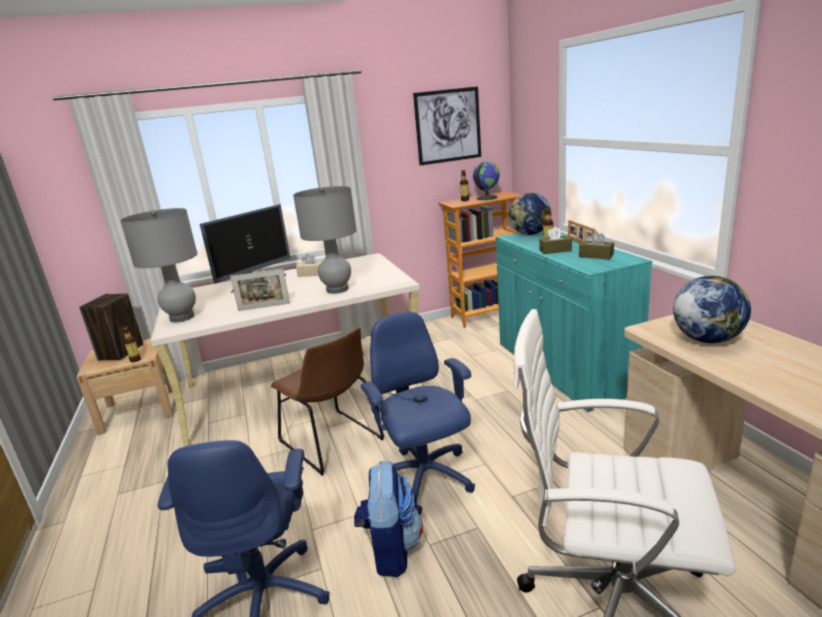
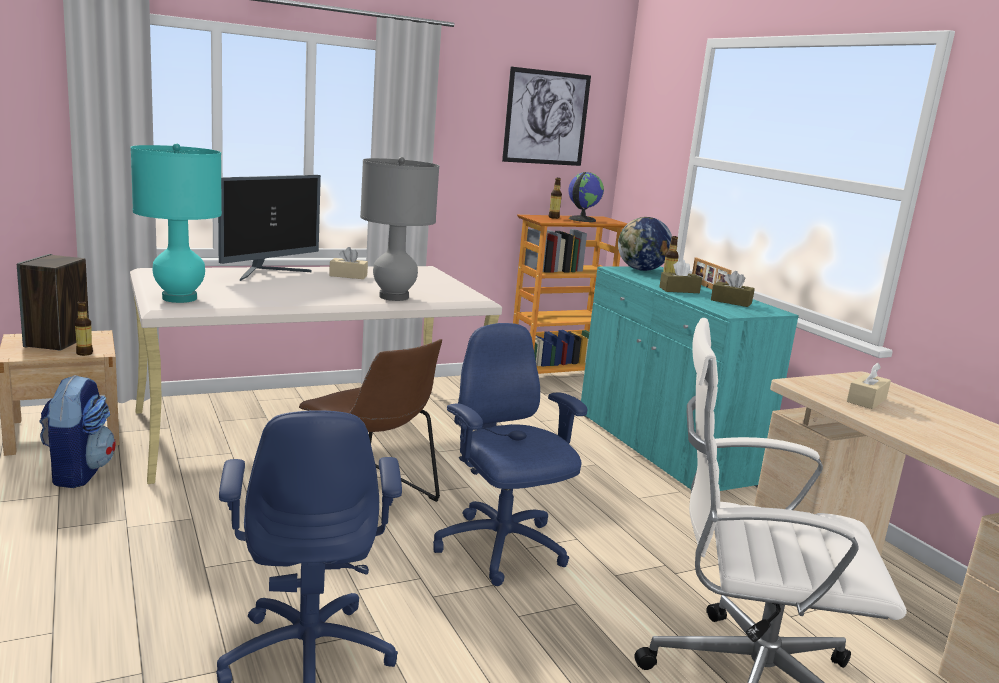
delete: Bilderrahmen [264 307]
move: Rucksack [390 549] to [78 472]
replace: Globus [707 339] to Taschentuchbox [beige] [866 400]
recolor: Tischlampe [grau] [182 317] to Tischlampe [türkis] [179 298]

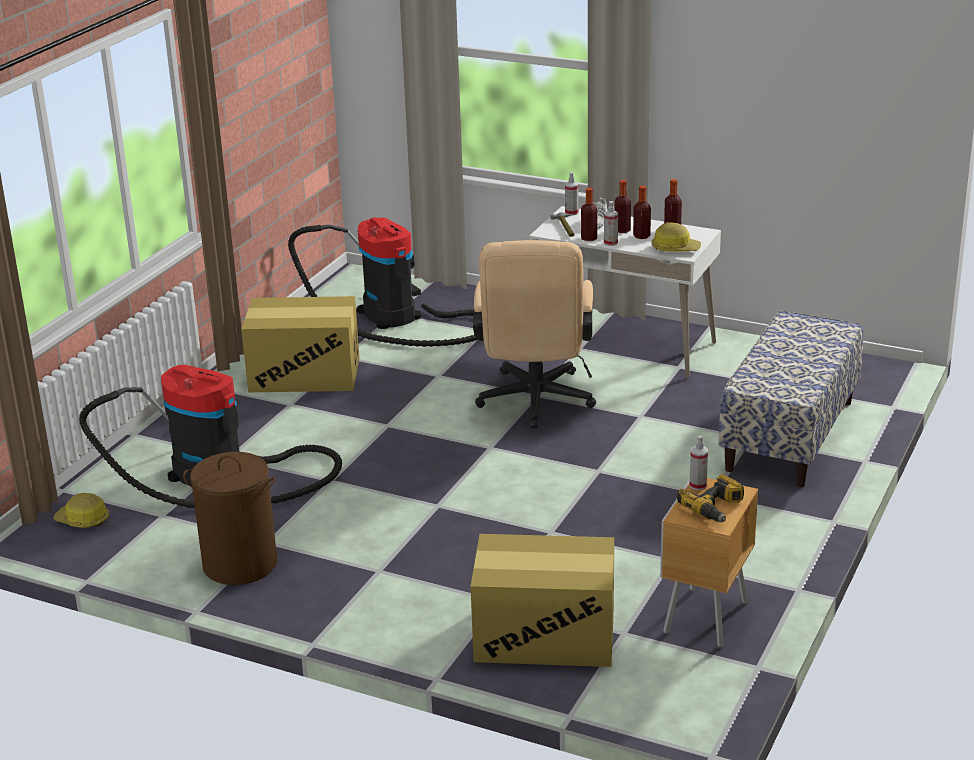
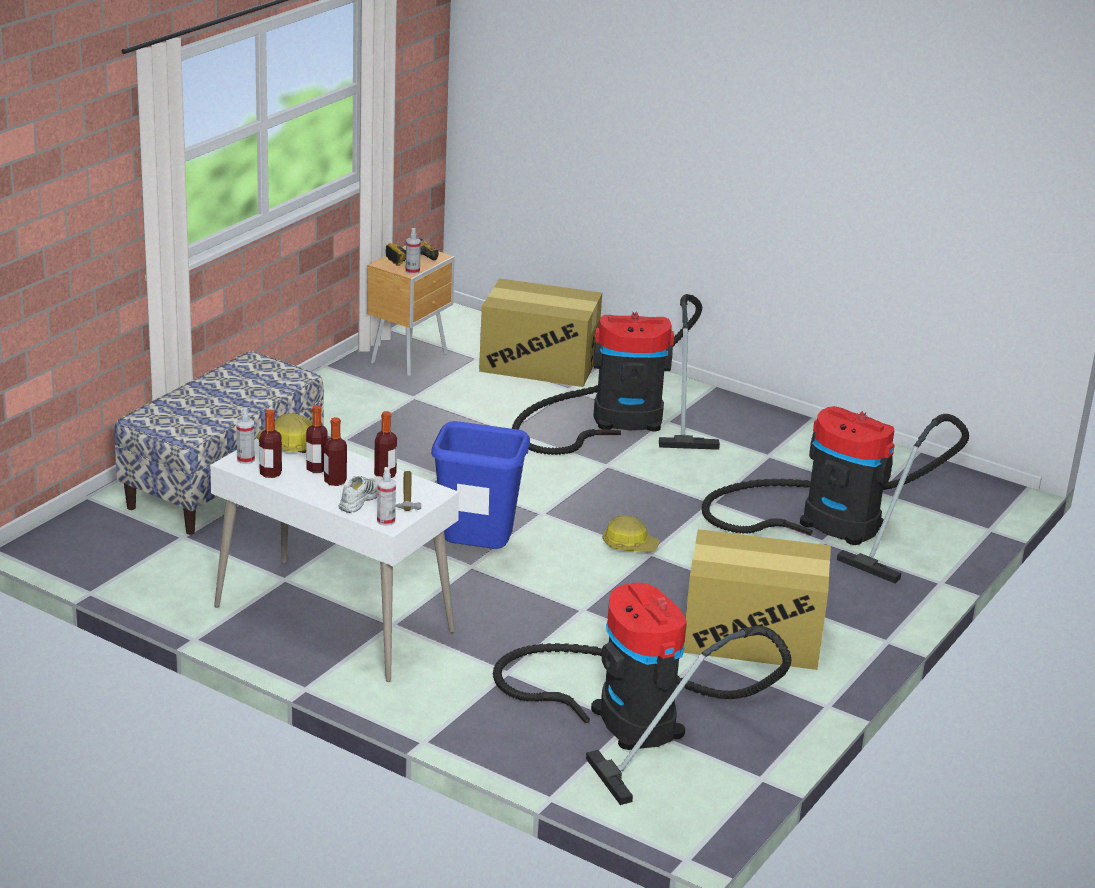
delete: Wäschekorb [braun] [239 564]
insert: Staubsauger [619 420]
move: Sprühflasche [610 243] to [246 459]; Schutzhelm [83 520] to [629 545]
replace: Bürostuhl [beige] [535 404] to Mülleimer [blau] [477 555]

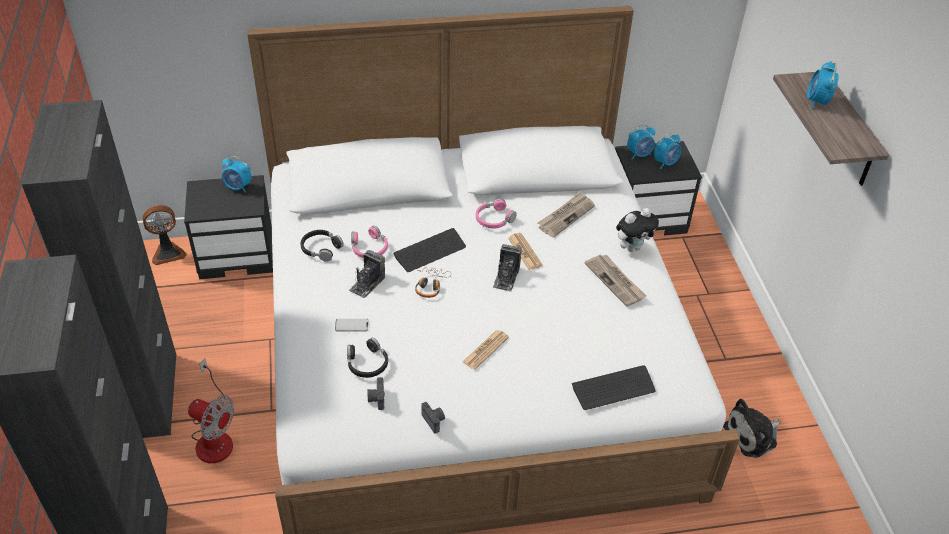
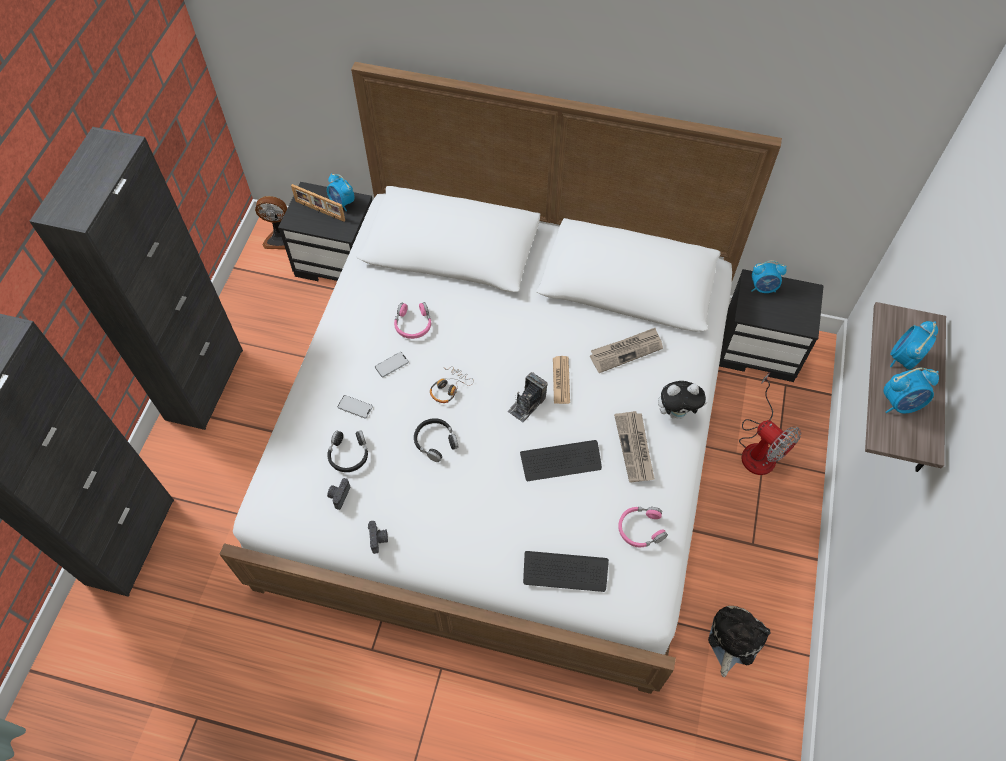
delete: Zeitung [485 350]
insert: Bilderrahmen [319 211]
move: Kopfhörer [schwarz] [321 249] to [435 441]; Tastatur [430 251] to [561 461]; Kopfhörer [rosa] [494 219] to [640 529]; Ventilator [214 436] to [759 447]; Wecker [665 163] to [900 403]
replace: Kamera [367 284] to Handy [391 365]
rotate: Plüschtier [753 435] = [733 640] 120 degrees clockwise

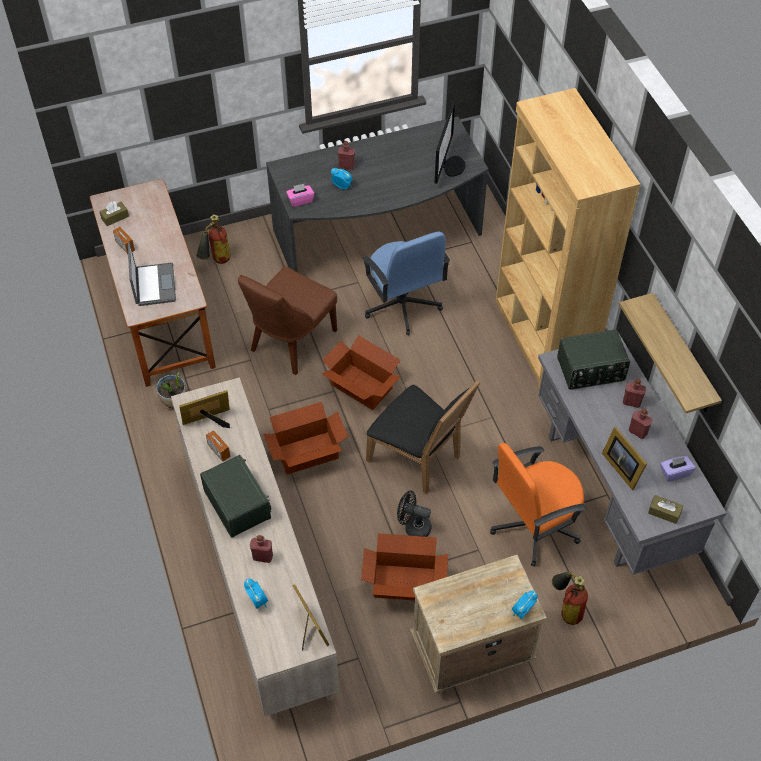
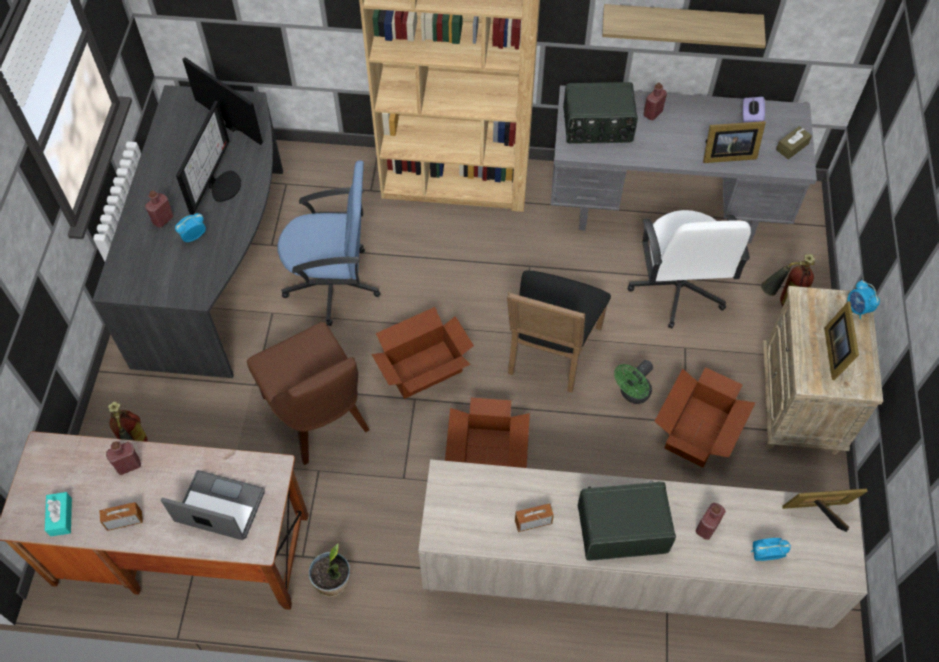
delete: Taschentuchbox [rosa] [300 200]
insert: Monitor [222 185]
move: Flasche [rot] [637 432] to [128 465]; Bilderrahmen [209 421] to [837 352]
recolor: Taschentuchbox [braun] [115 217] to Taschentuchbox [türkis] [61 517]; Ventilator [schwarz] [413 527] to Ventilator [grün] [632 394]; Bürostuhl [orange] [533 526] to Bürostuhl [weiß] [677 289]
rotate: Stuhl [schwarz] [419 459] = [549 353] 135 degrees clockwise; Radio [591 370] = [597 127] 75 degrees clockwise

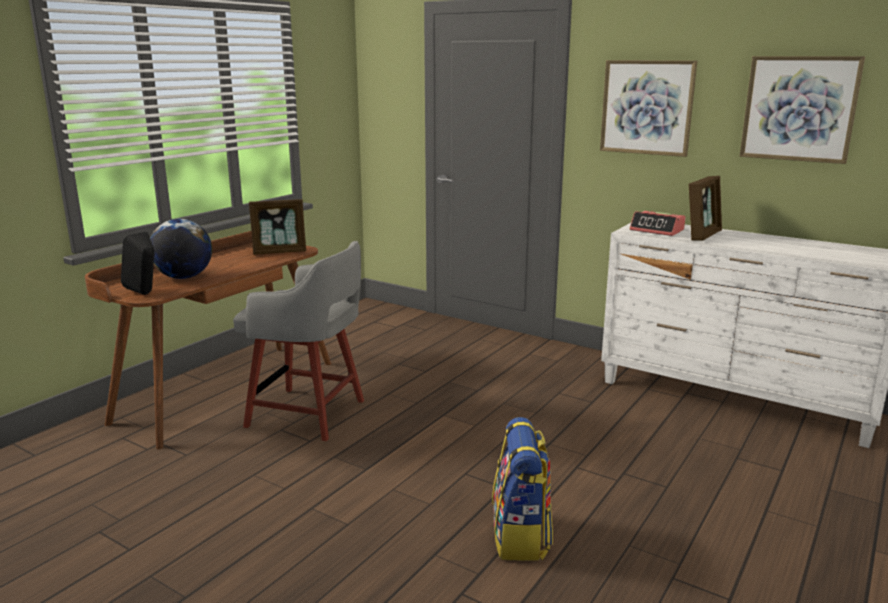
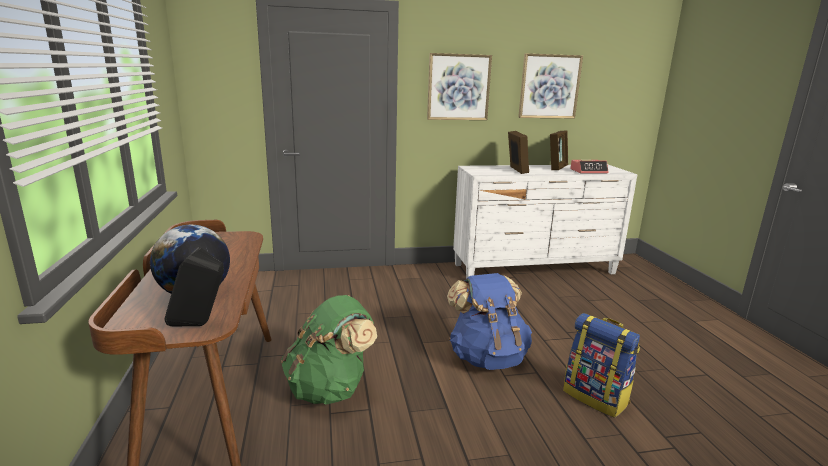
insert: Rucksack [blau] [487 357]
move: Bilderrahmen [280 252] to [557 167]; Wecker [657 230] to [588 171]
replace: Hocker [grau] [309 414] to Rucksack [grün] [330 388]

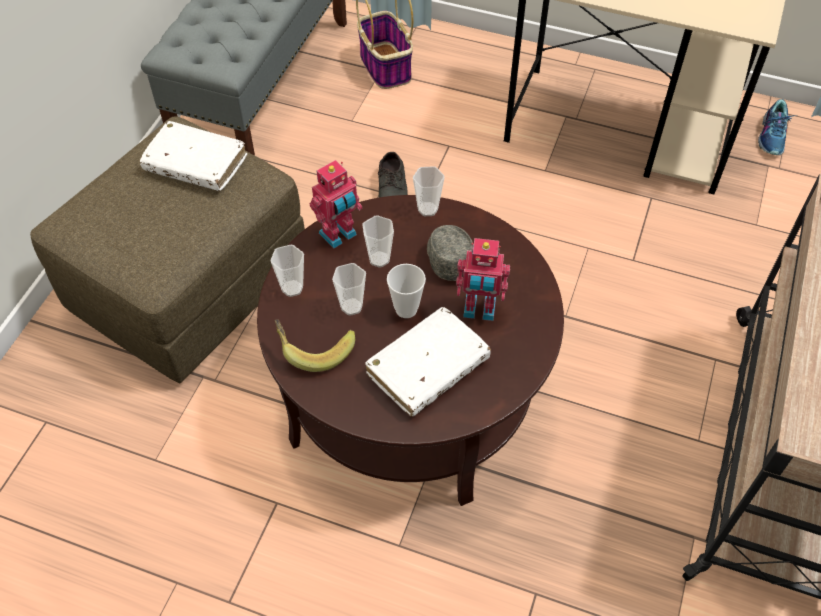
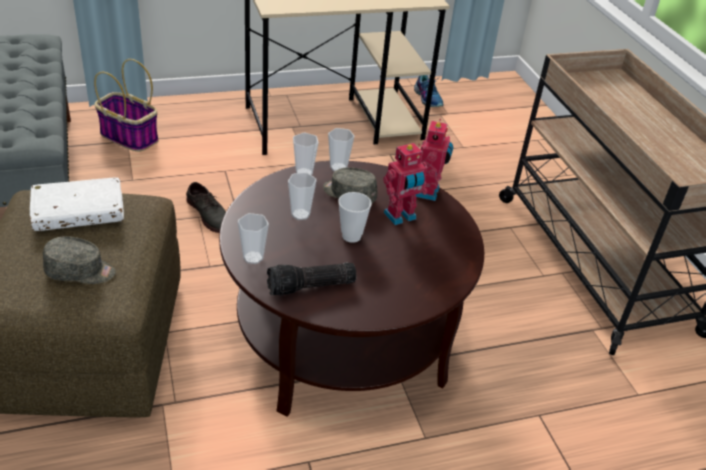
delete: Buch [weiß] [427 368]
insert: Kappe [grau] [80 272]
move: Tasse [351 307] to [338 168]; Spielzeugroboter [339 235] to [429 192]
replace: Banane [314 348] to Taschenlampe [310 288]

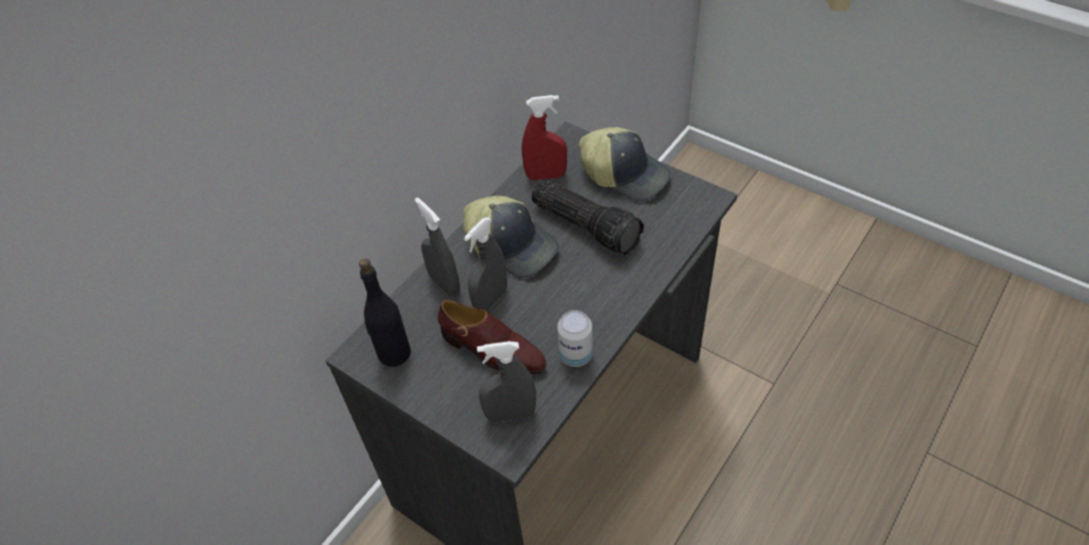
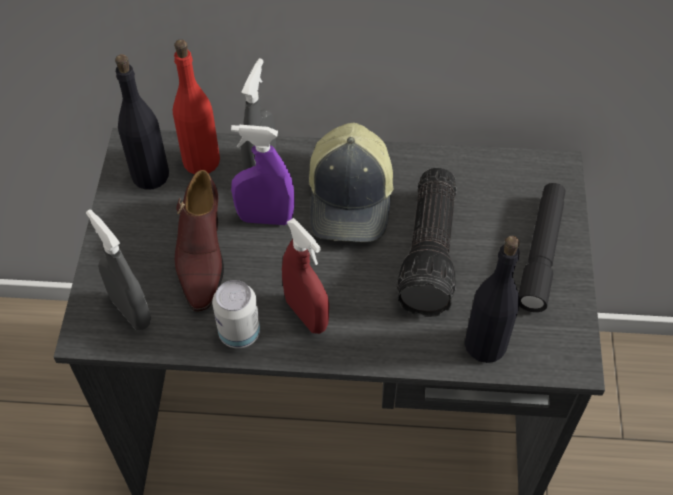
insert: Flasche [rot] [201 160]; Flasche [schwarz] [485 344]
move: Sprühflasche [rot] [546 175] to [306 314]
replace: Kappe [625 174] to Taschenlampe [schwarz] [541 252]
recolor: Sprühflasche [grau] [490 300] to Sprühflasche [lila] [265 218]

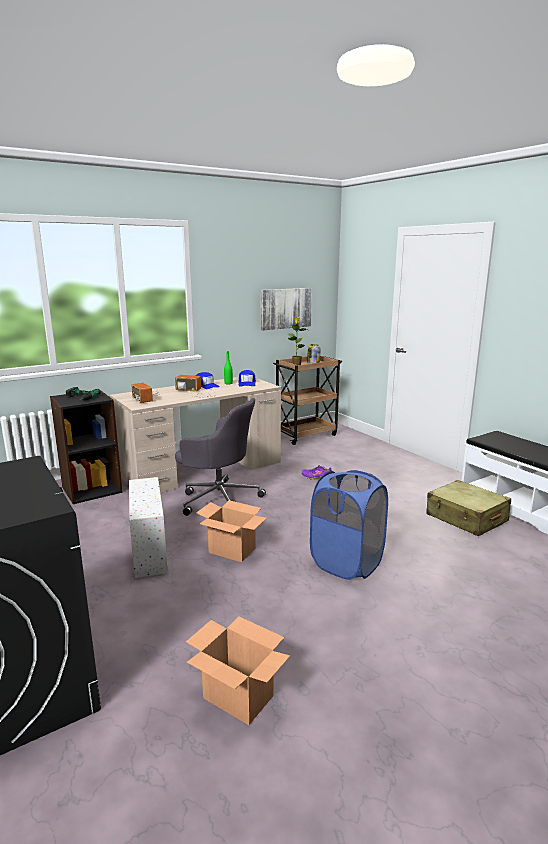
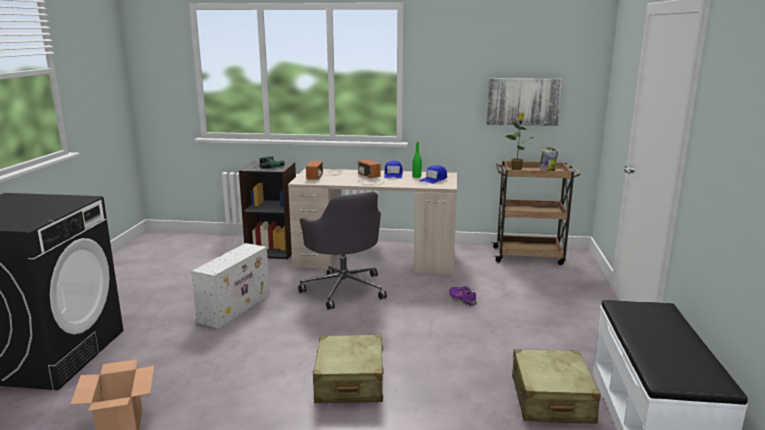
delete: Karton [232 550]
replace: Wäschekorb [blau] [347 563] to Koffer [beige] [349 382]

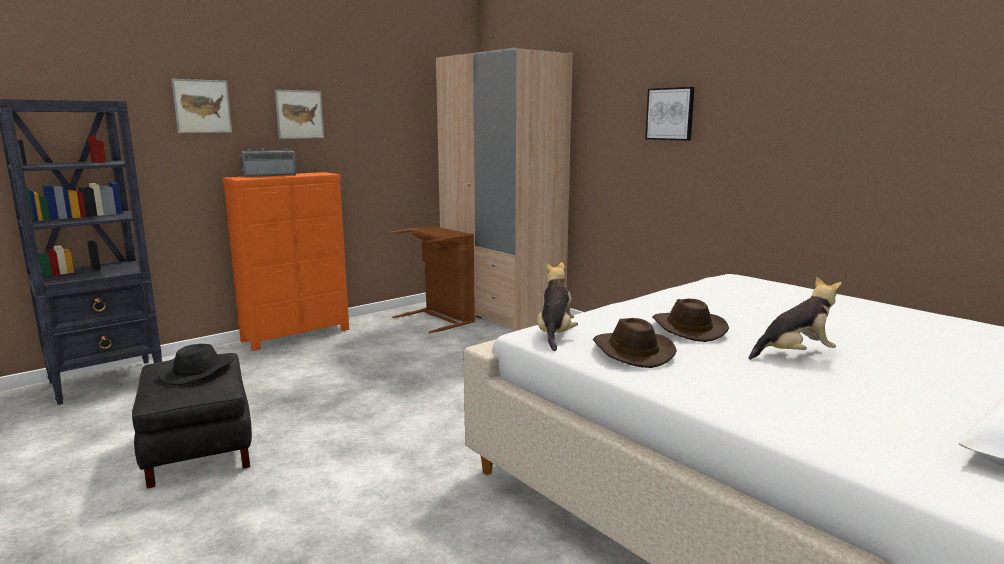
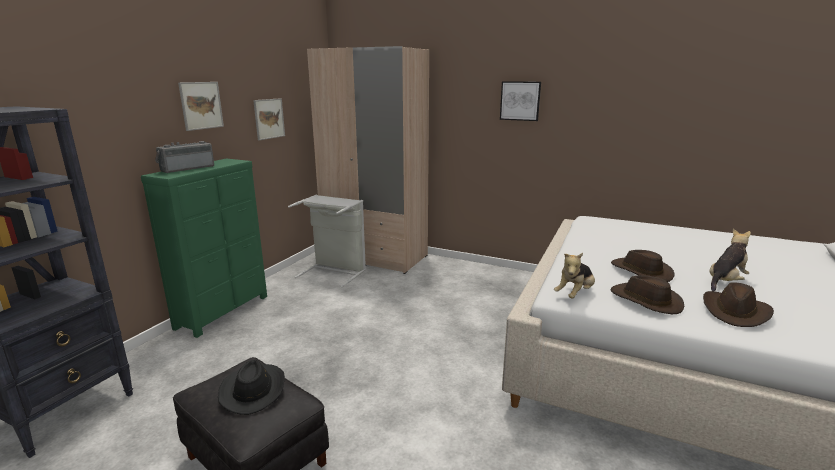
insert: Hut [braun] [735 312]
move: Bild [202 106] to [269 118]
recolor: Kommode [orange] [297 335] to Kommode [grün] [224 312]; Wäschekorb [braun] [440 319] to Wäschekorb [grau] [335 272]
rotate: Plüschtier [555 334] = [575 294] 120 degrees counterclockwise

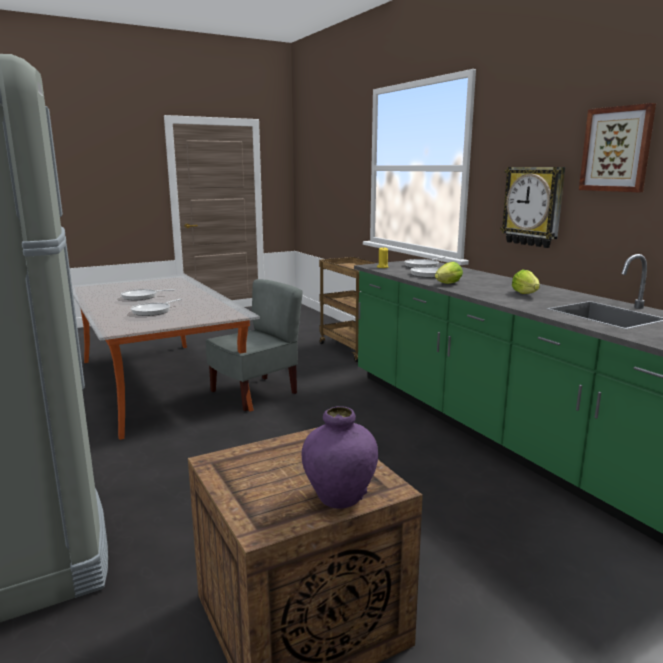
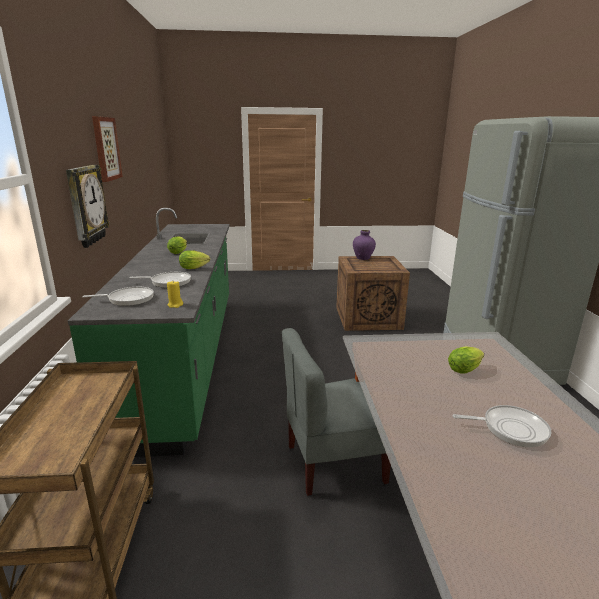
replace: Pfanne [153 311] to Salatkopf [465 369]

